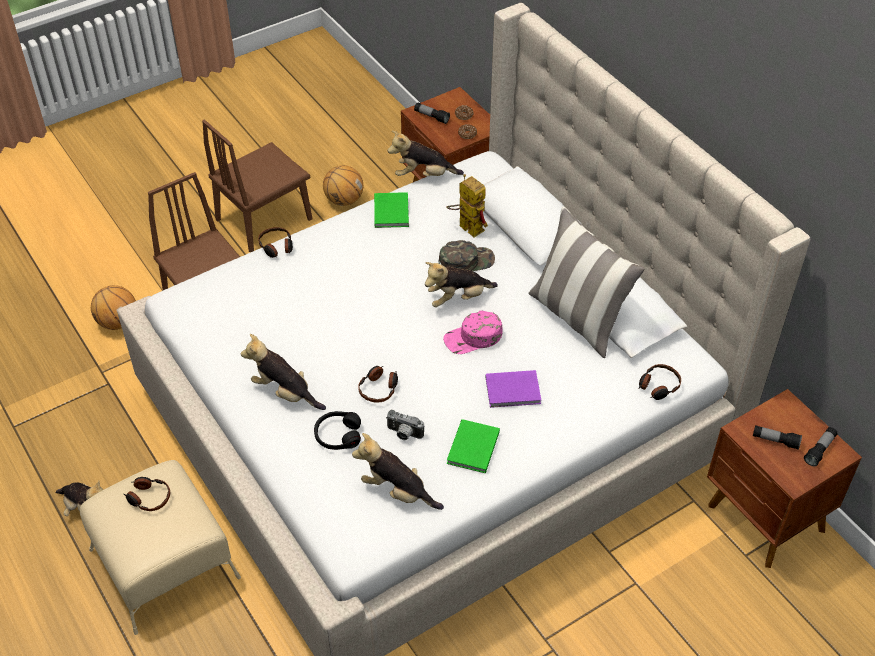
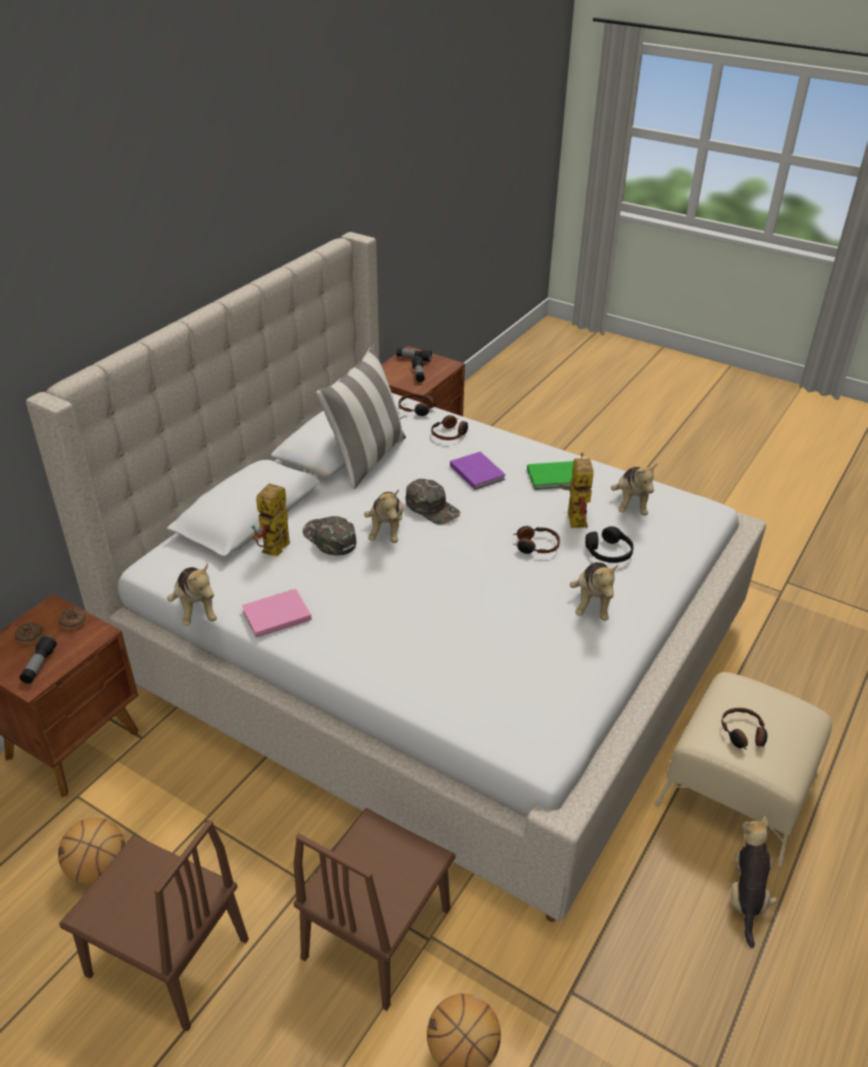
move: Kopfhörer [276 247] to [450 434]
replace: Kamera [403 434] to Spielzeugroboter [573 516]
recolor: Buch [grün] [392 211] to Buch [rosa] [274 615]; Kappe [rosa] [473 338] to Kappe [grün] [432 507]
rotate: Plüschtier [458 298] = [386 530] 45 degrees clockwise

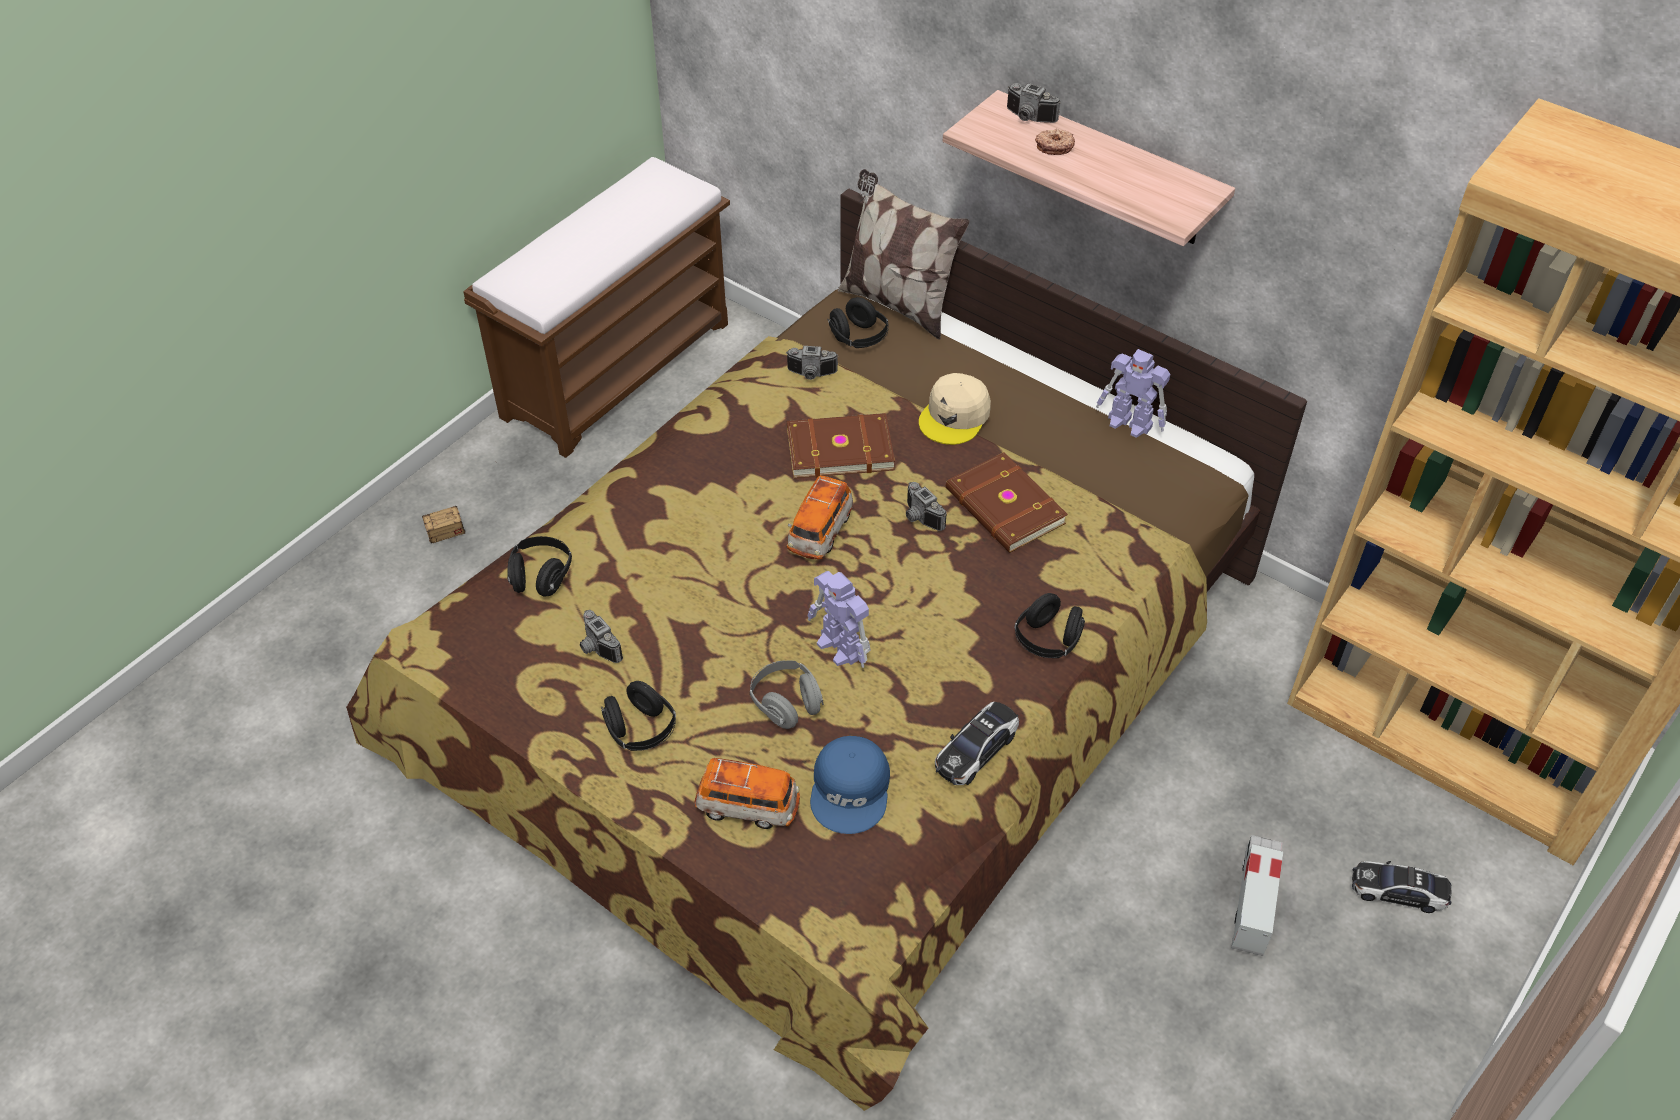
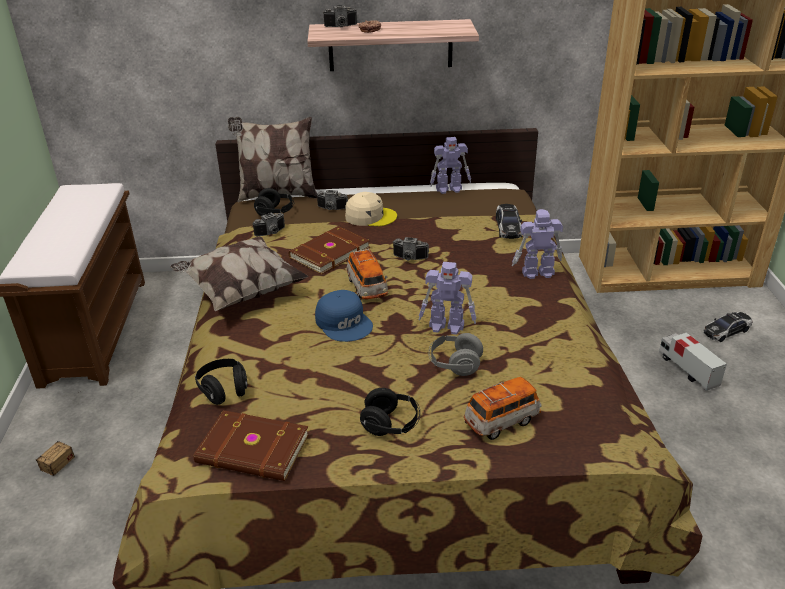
insert: Kissen [241 291]
move: Buch [braun] [1004 508] to [253 451]; Kappe [blau] [851 790] to [344 322]; Kamera [596 648] to [331 209]; Spielzeugauto [976 750] to [508 227]
replace: Kopfhörer [schwarz] [1047 640] to Spielzeugroboter [536 272]
rotate: Kappe [beige] [955 416] = [370 216] 75 degrees counterclockwise

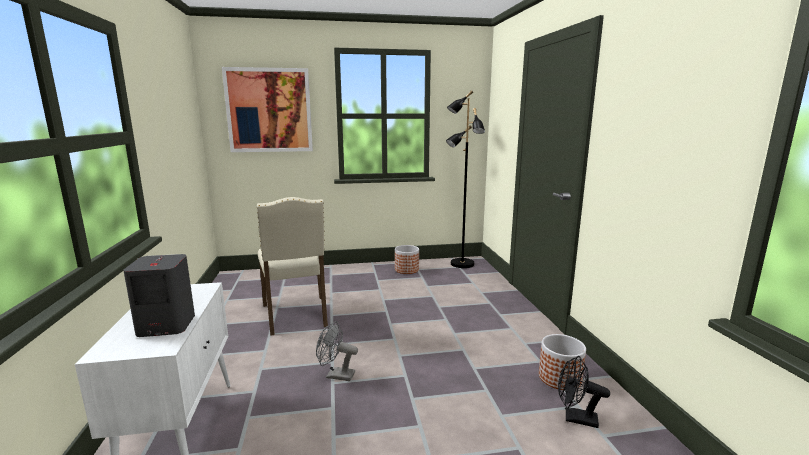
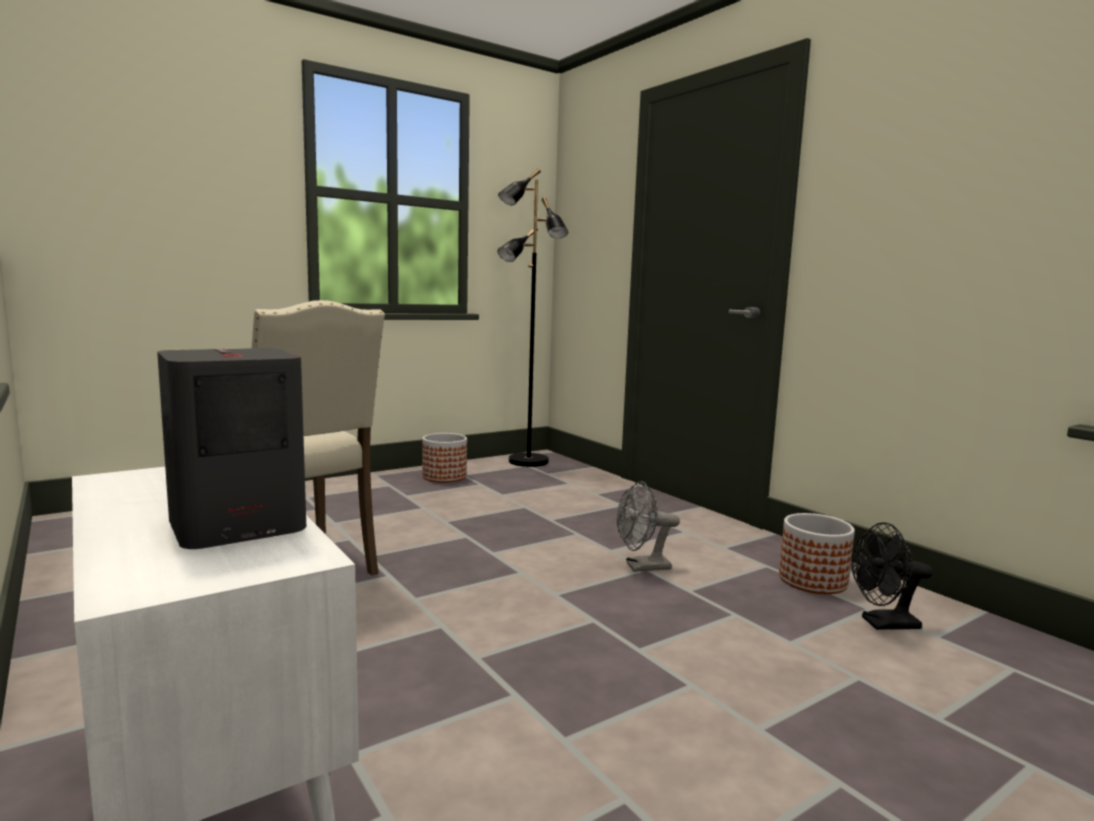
delete: Bild [269 110]
move: Ventilator [grau] [336 375] to [641 567]

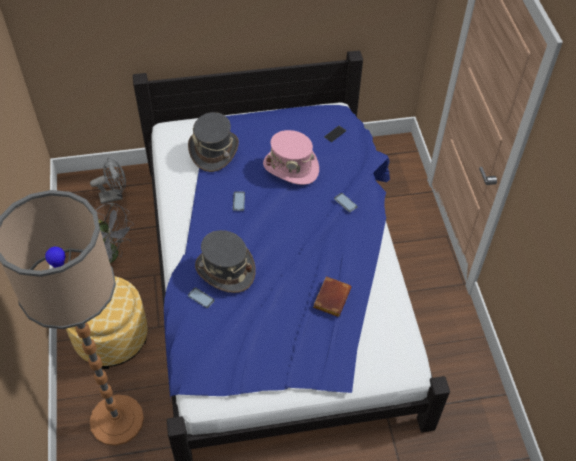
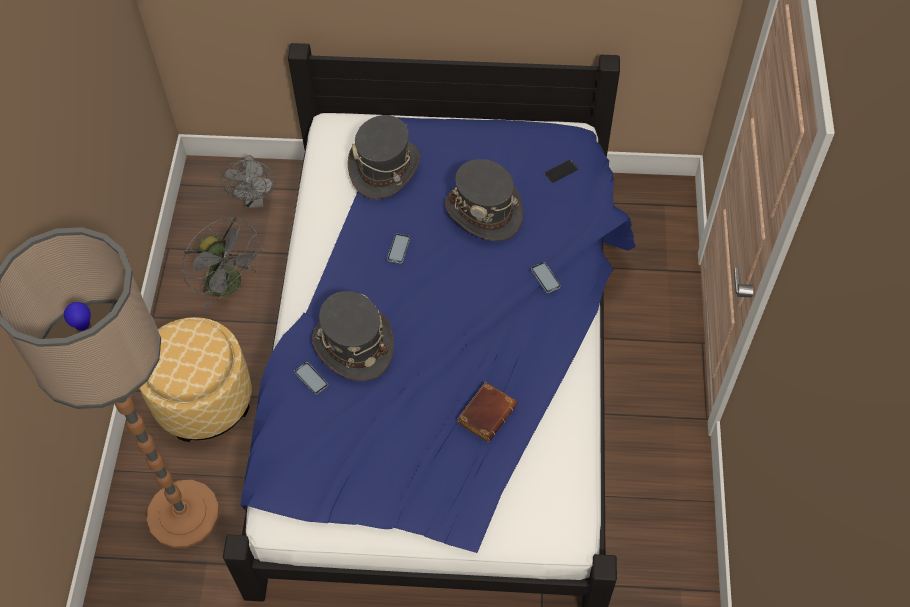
recolor: Hut [rosa] [291 167] to Hut [grau] [484 211]
rotate: Ventilator [grau] [114 196] = [255 200] 90 degrees clockwise

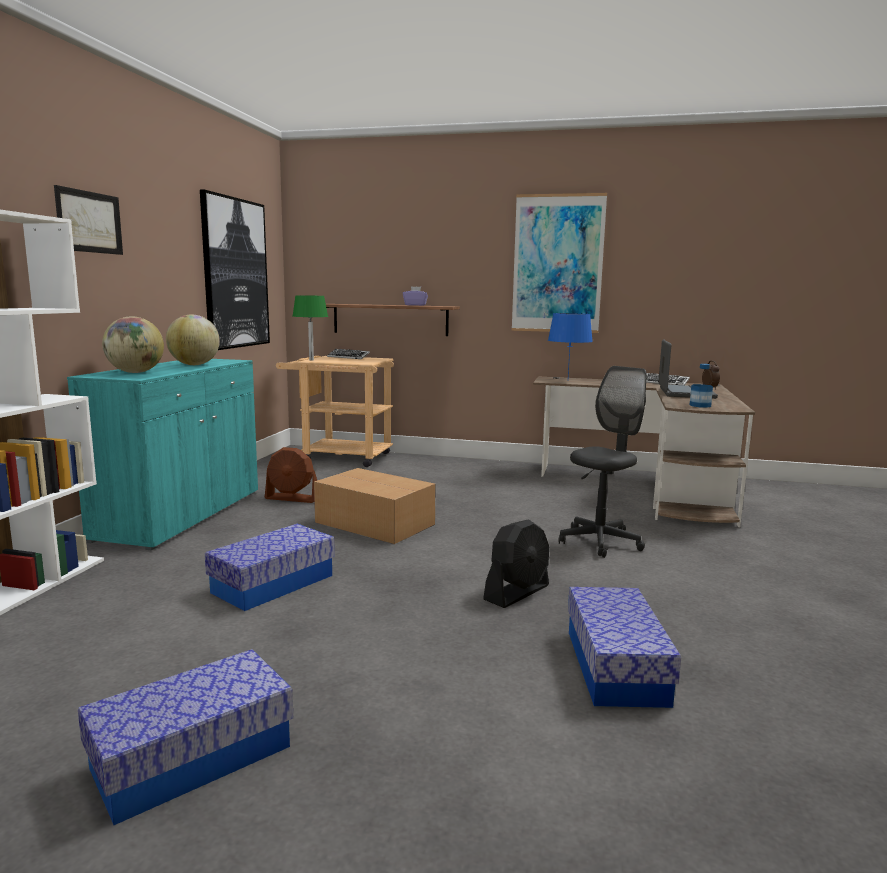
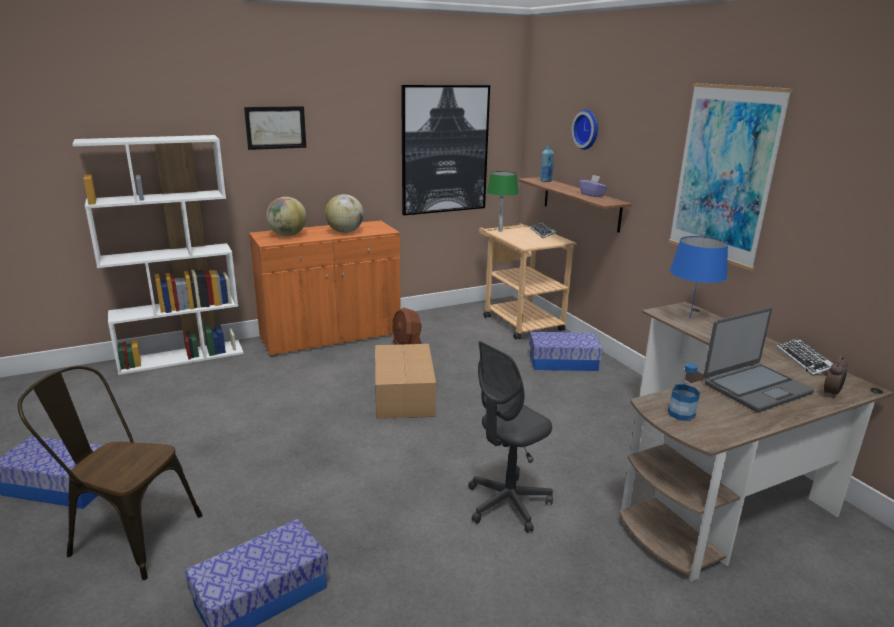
delete: Ventilator [schwarz] [517 593]
insert: Stuhl [braun] [126 535]; Flasche [blau] [545 181]; Wanduhr [587 129]
move: Aufbewahrungsbox [273 584] to [563 362]
recolor: Schrank [türkis] [181 515] to Schrank [orange] [331 336]
rotate: Bürostuhl [grau] [600 542] = [507 504] 135 degrees clockwise

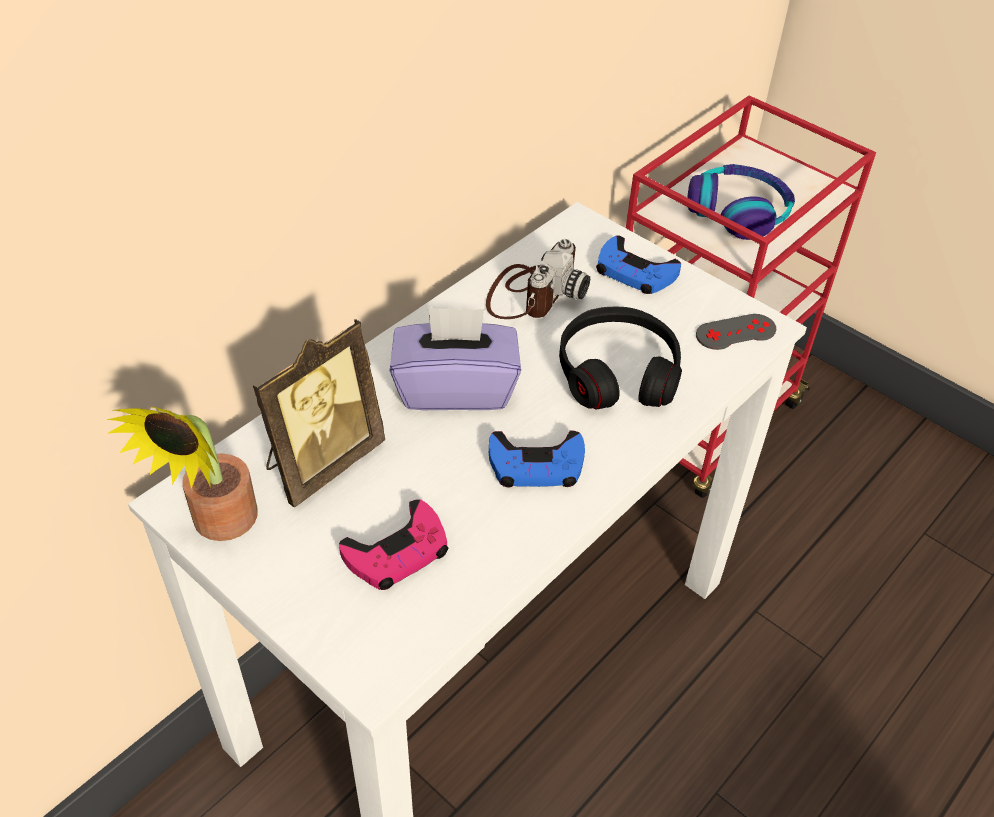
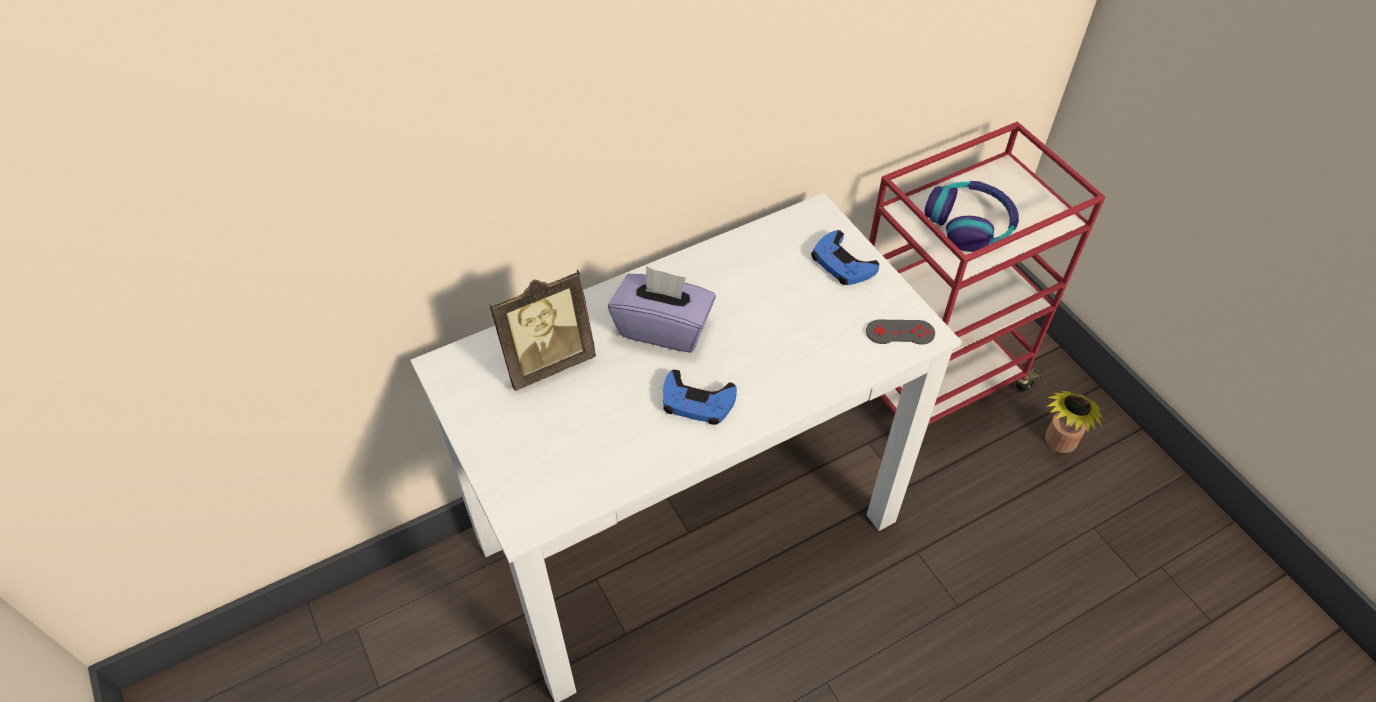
delete: Gamepad [rosa] [398 552]; Kamera [532 293]; Kopfhörer [schwarz] [617 372]
move: Topfpflanze [218 526] to [1058 444]

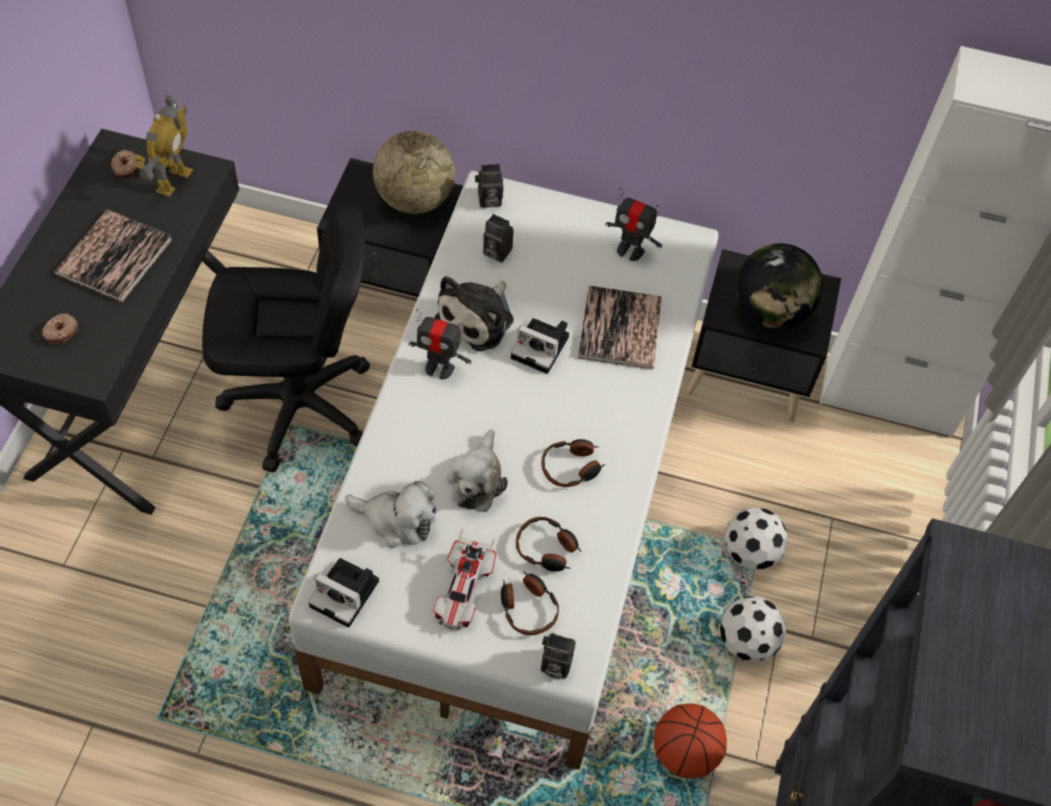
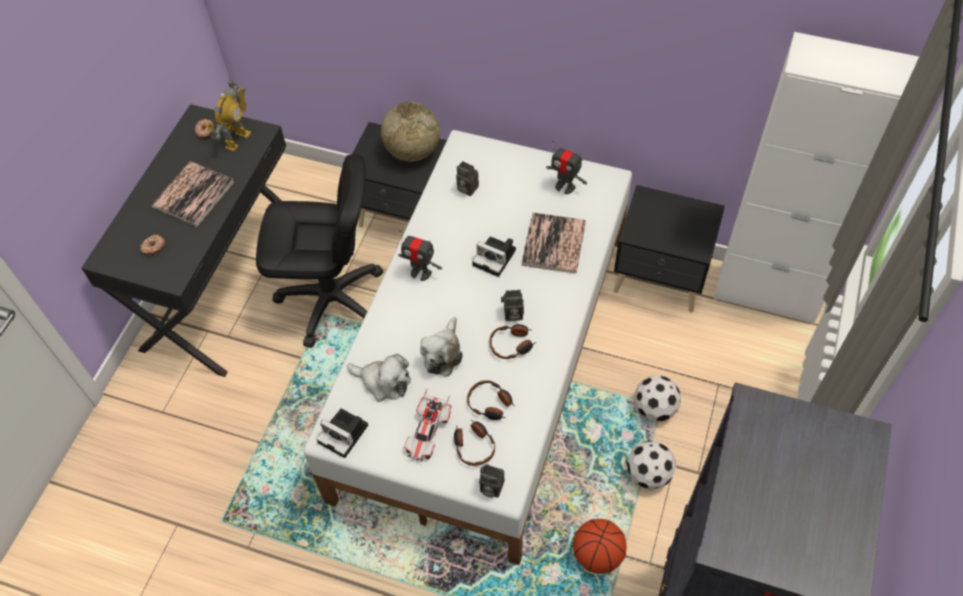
delete: Plüschtier [478 318]; Globus [770 311]
move: Kamera [488 200] to [512 314]

